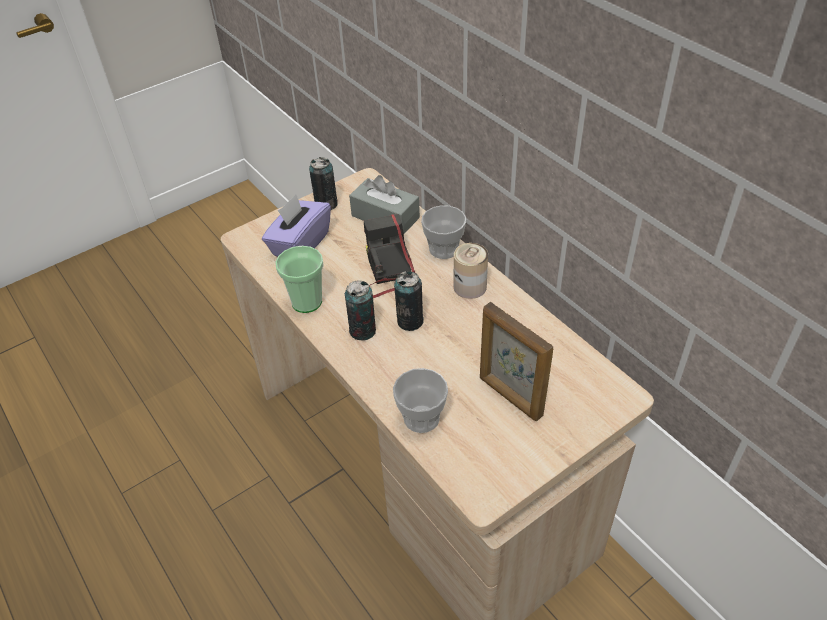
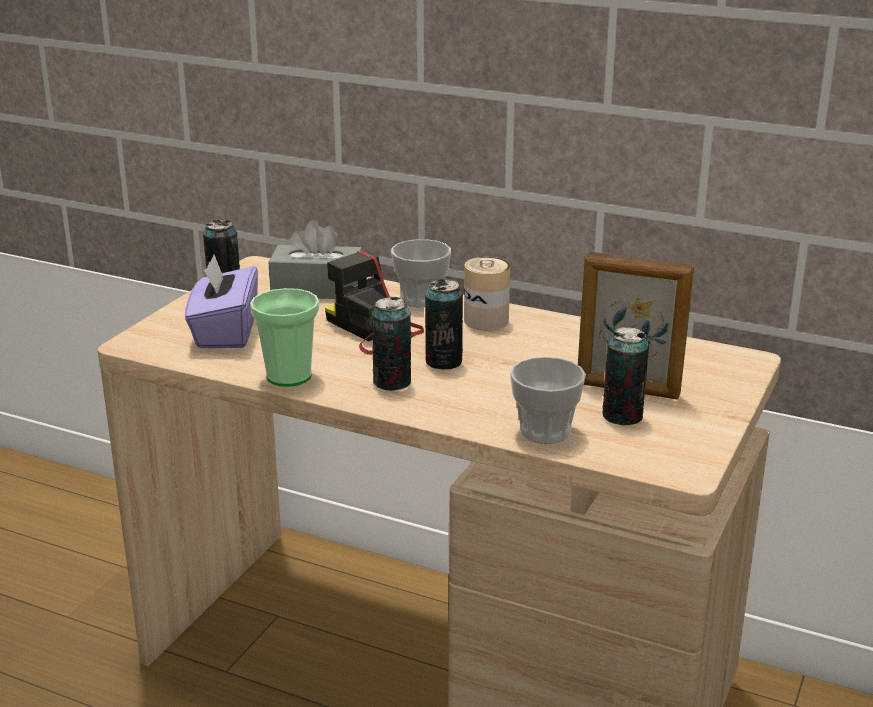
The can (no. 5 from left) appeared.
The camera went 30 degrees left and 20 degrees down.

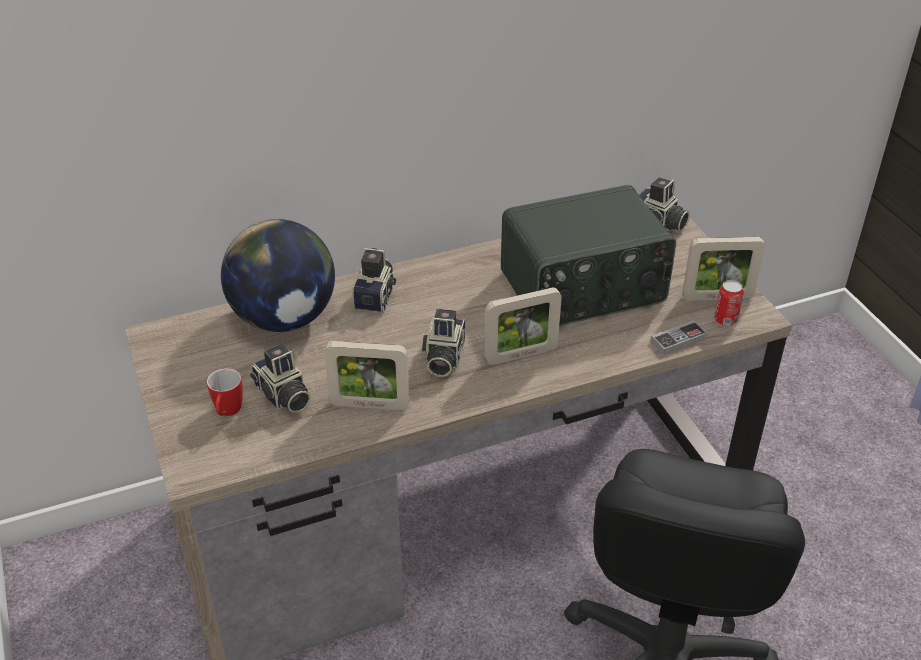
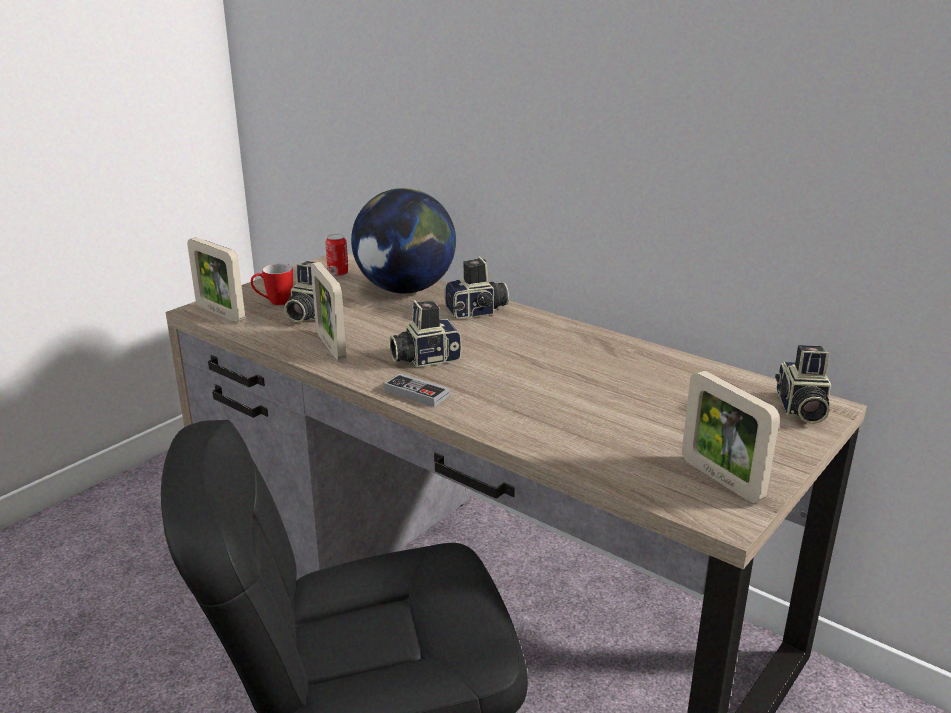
The picture_frame (no. 2 from left in the first image) moved.
The can moved.
The game_controller moved.
The radio disappeared.
The camera went 60 degrees right and 15 degrees down.

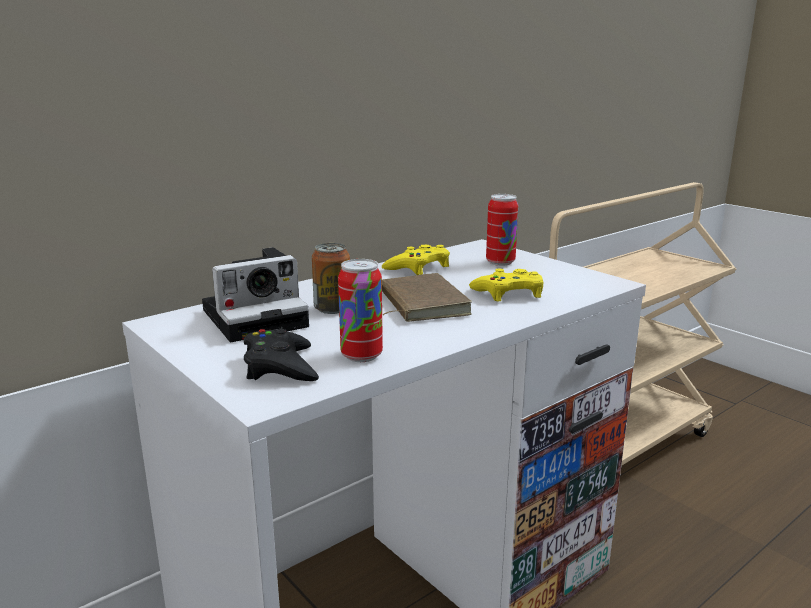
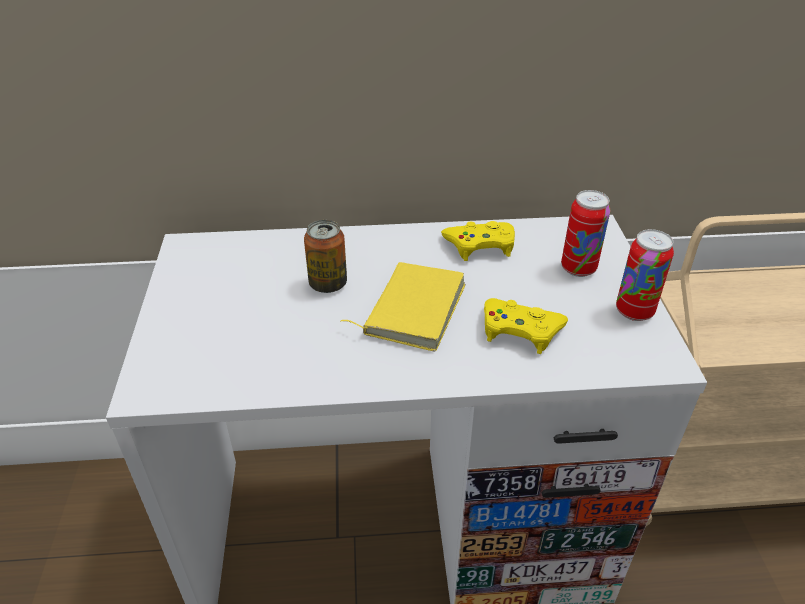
The brown_book became the yellow_book.
The can (no. 2 from left in the first image) moved.
The photo_camera disappeared.
The black_game_controller disappeared.
The camera went 35 degrees right and 20 degrees up.

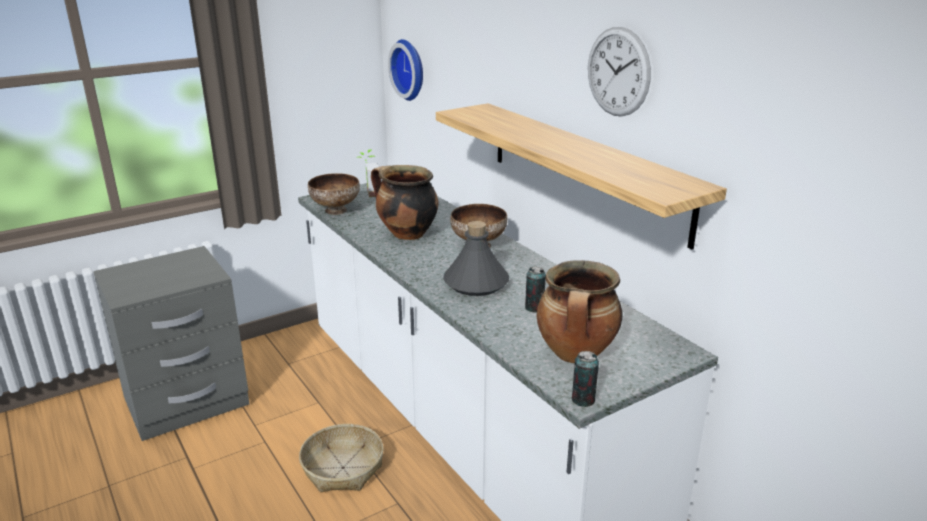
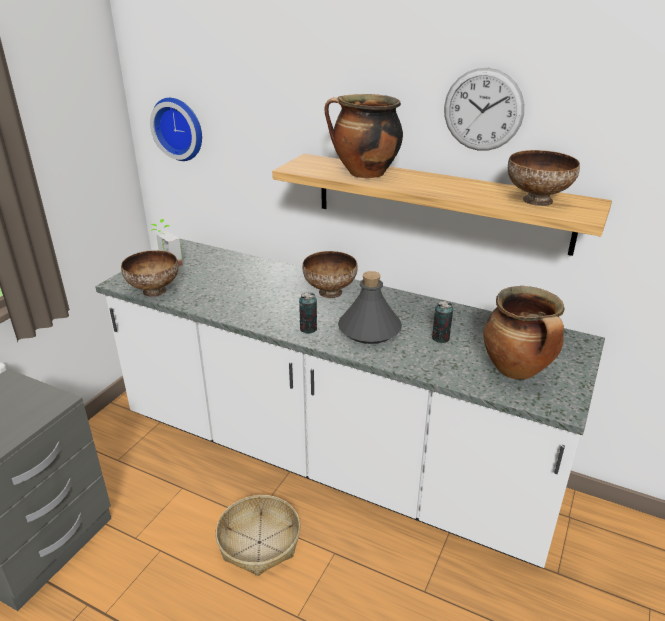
The can (no. 2 from left in the first image) moved.
The cooking_pot (no. 1 from left) moved.
The bowl (no. 3 from left) appeared.
The camera went 30 degrees left and 5 degrees up.

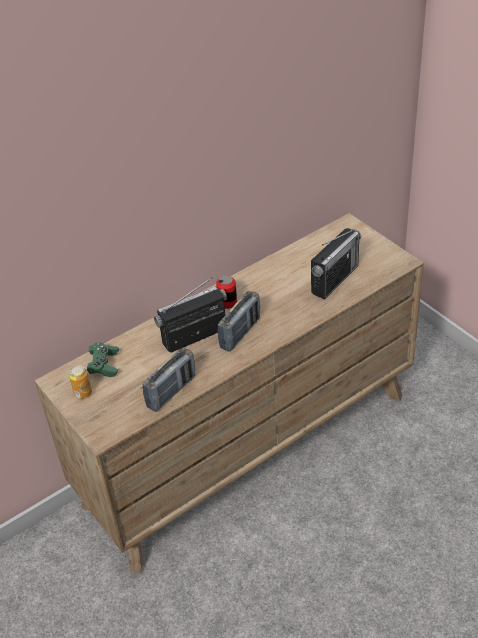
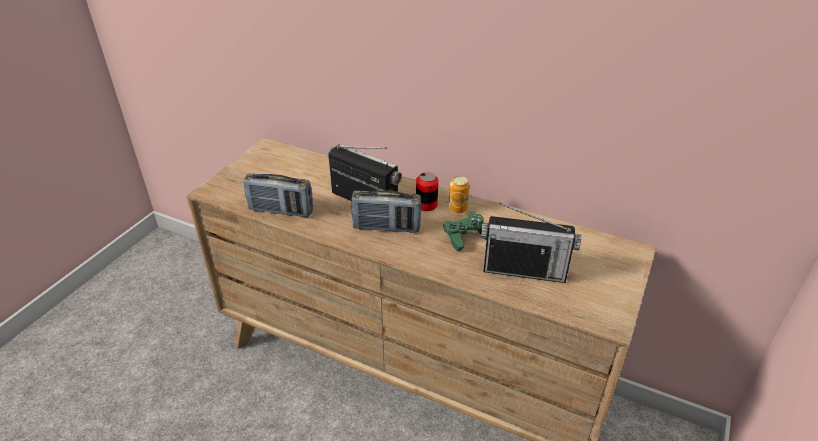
The green_game_controller moved.
The can (no. 1 from left in the first image) moved.
The camera went 60 degrees right and 5 degrees down.

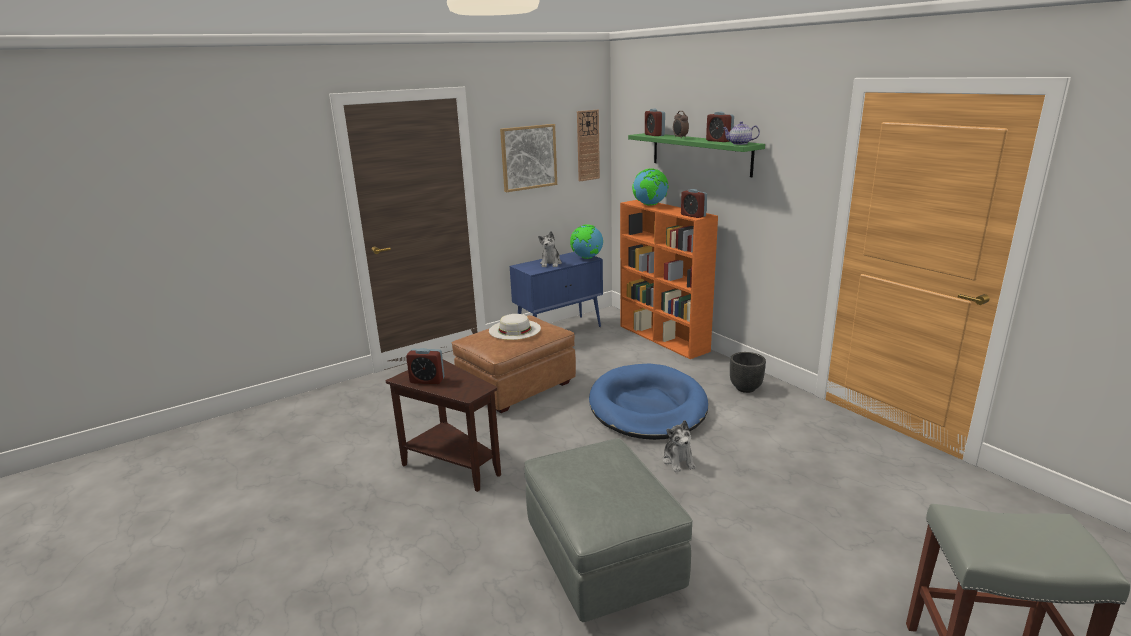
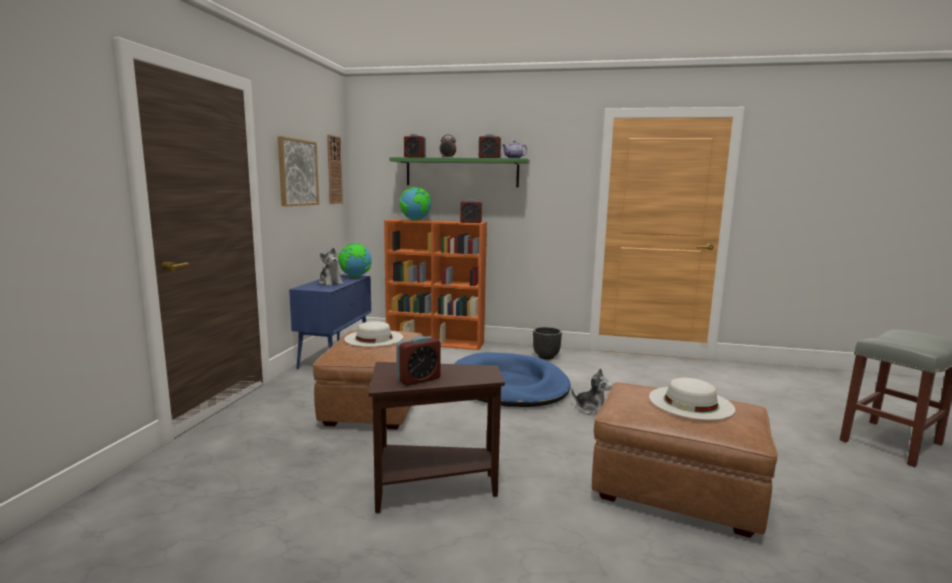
The grey_ottoman became the brown_ottoman (no. 2 from left).
The white_hat (no. 2 from left) appeared.
The camera went 45 degrees left and 10 degrees down.

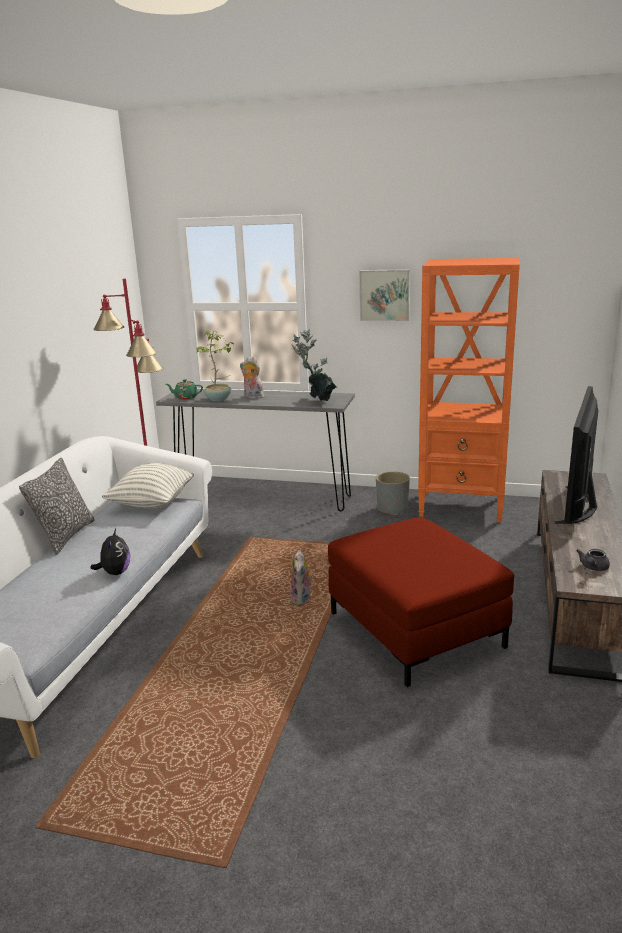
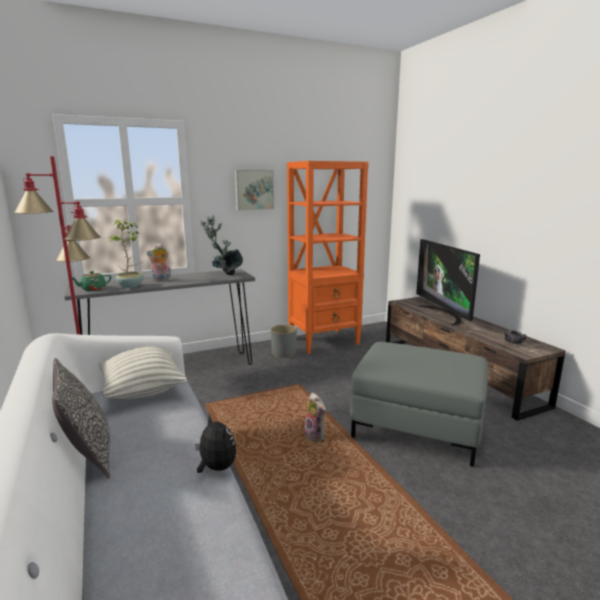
The red_ottoman became the grey_ottoman.
The camera went 40 degrees left and 5 degrees down.

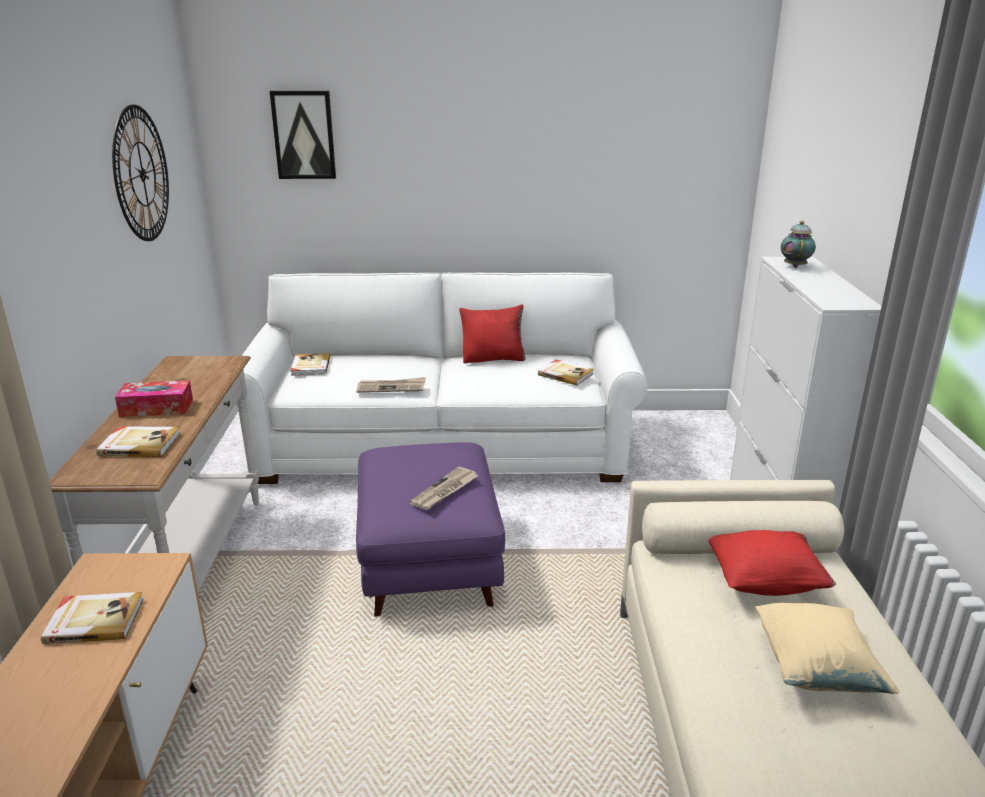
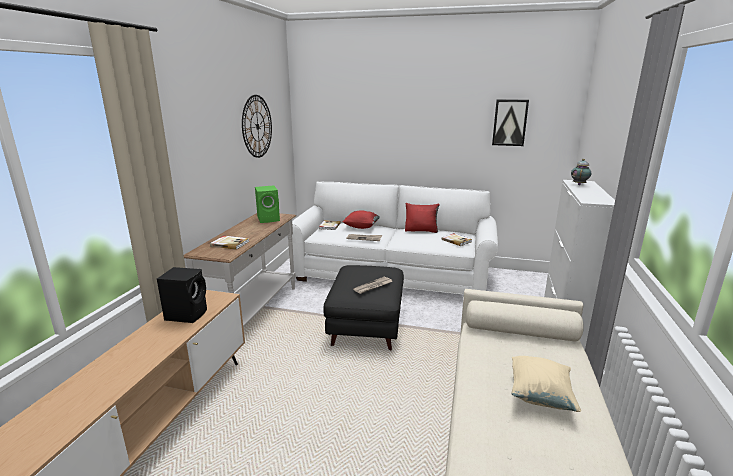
The book (no. 1 from left) was replaced by the black_speaker.
The green_speaker appeared.
The purple_ottoman became the black_ottoman.
The red_pillow (no. 2 from left in the first image) moved.
The picture moved.
The tissue_box disappeared.
The camera went 15 degrees right and 5 degrees down.

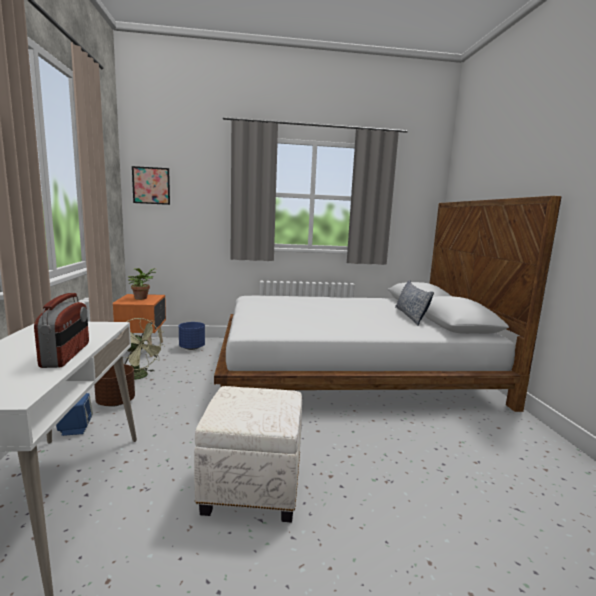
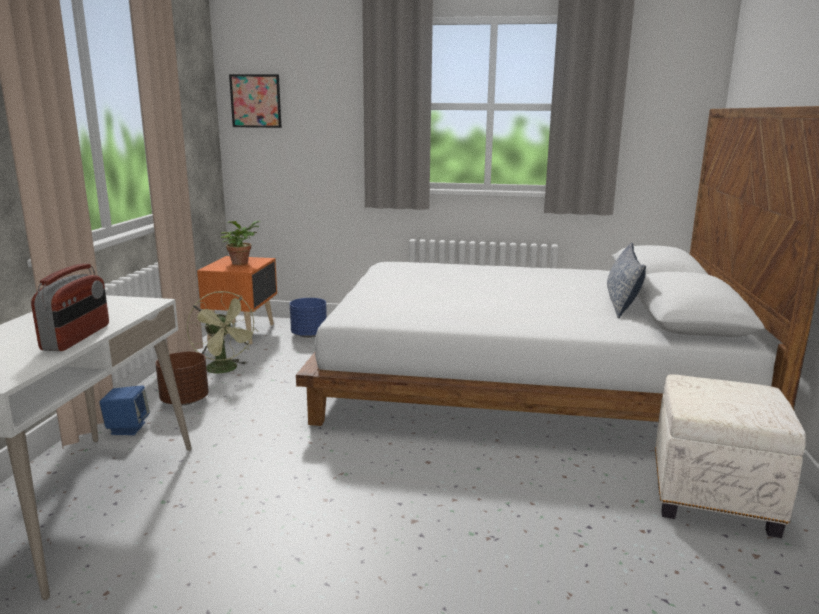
The white_ottoman moved.
The camera went 15 degrees right and 5 degrees up.

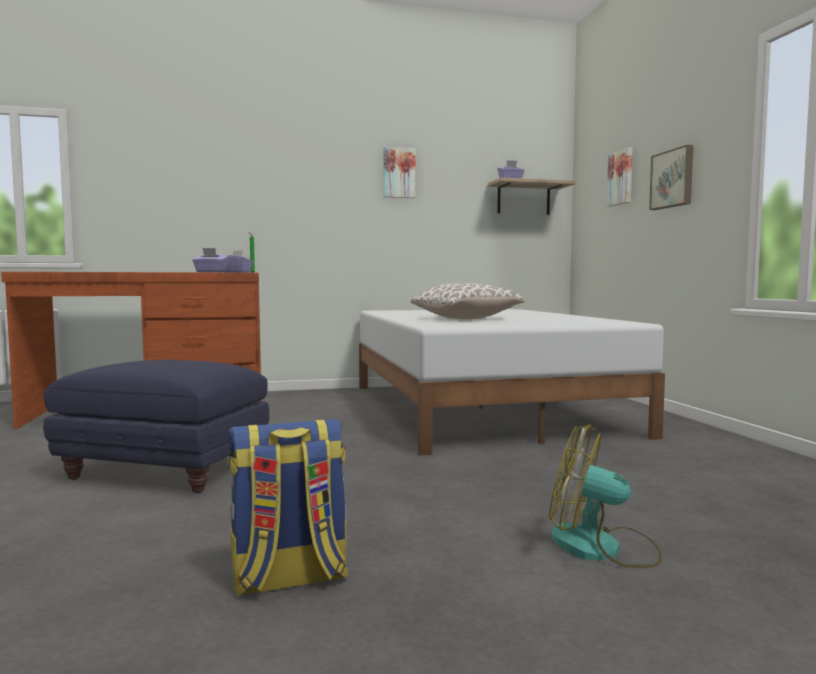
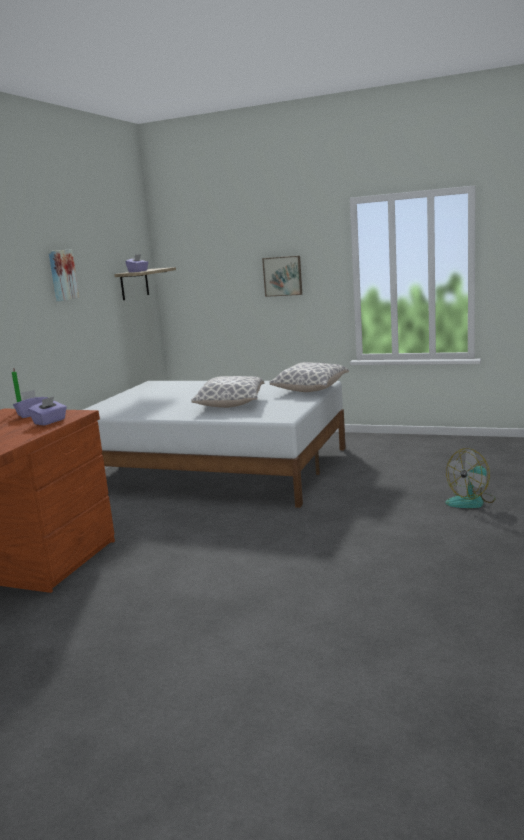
The pillow (no. 2 from left) appeared.
The blue_ottoman disappeared.
The backpack disappeared.
The picture (no. 2 from left) disappeared.
The camera went 55 degrees left and 10 degrees up.

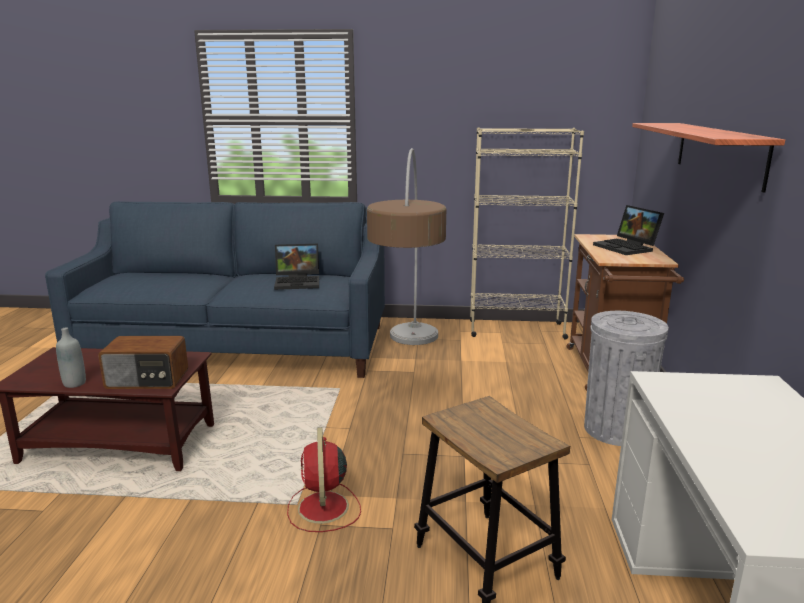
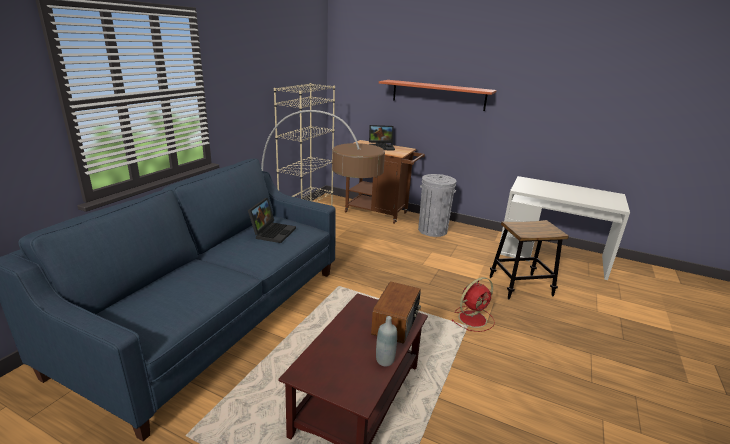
The red_fan turned 45 degrees counterclockwise.
The camera went 70 degrees left and 5 degrees up.

